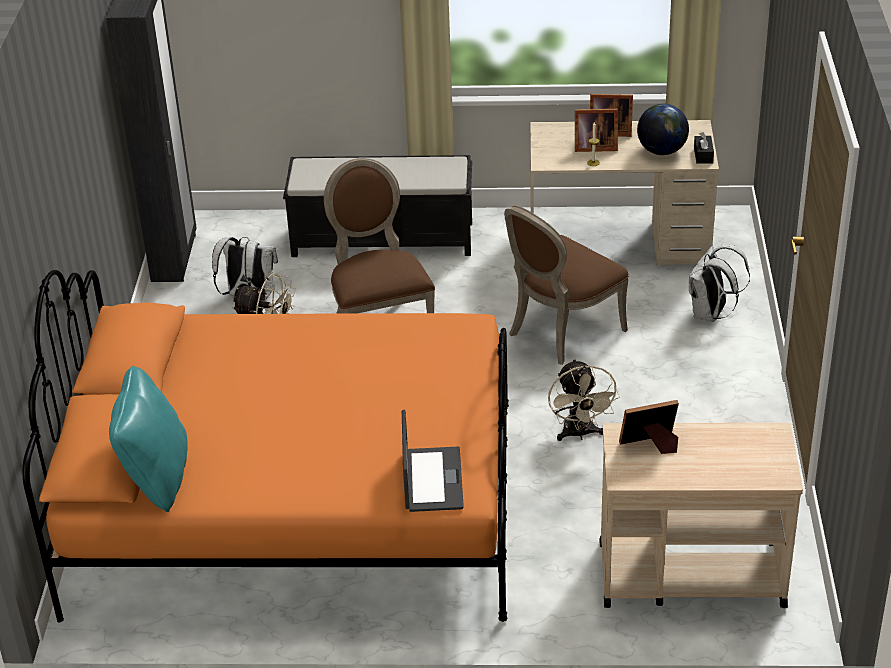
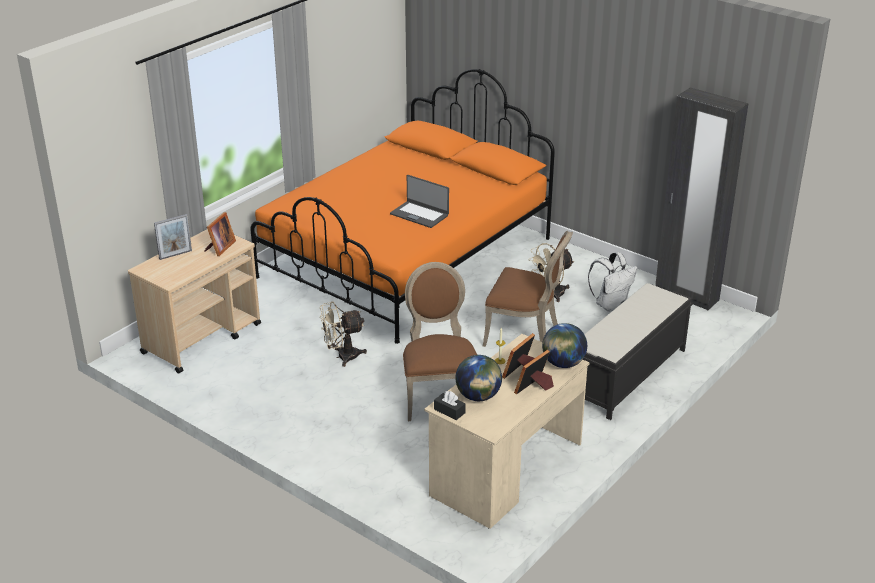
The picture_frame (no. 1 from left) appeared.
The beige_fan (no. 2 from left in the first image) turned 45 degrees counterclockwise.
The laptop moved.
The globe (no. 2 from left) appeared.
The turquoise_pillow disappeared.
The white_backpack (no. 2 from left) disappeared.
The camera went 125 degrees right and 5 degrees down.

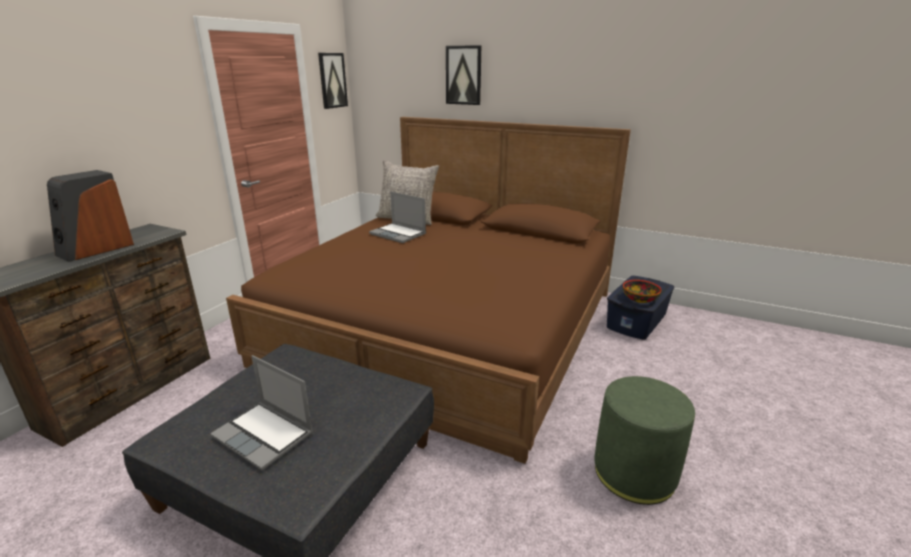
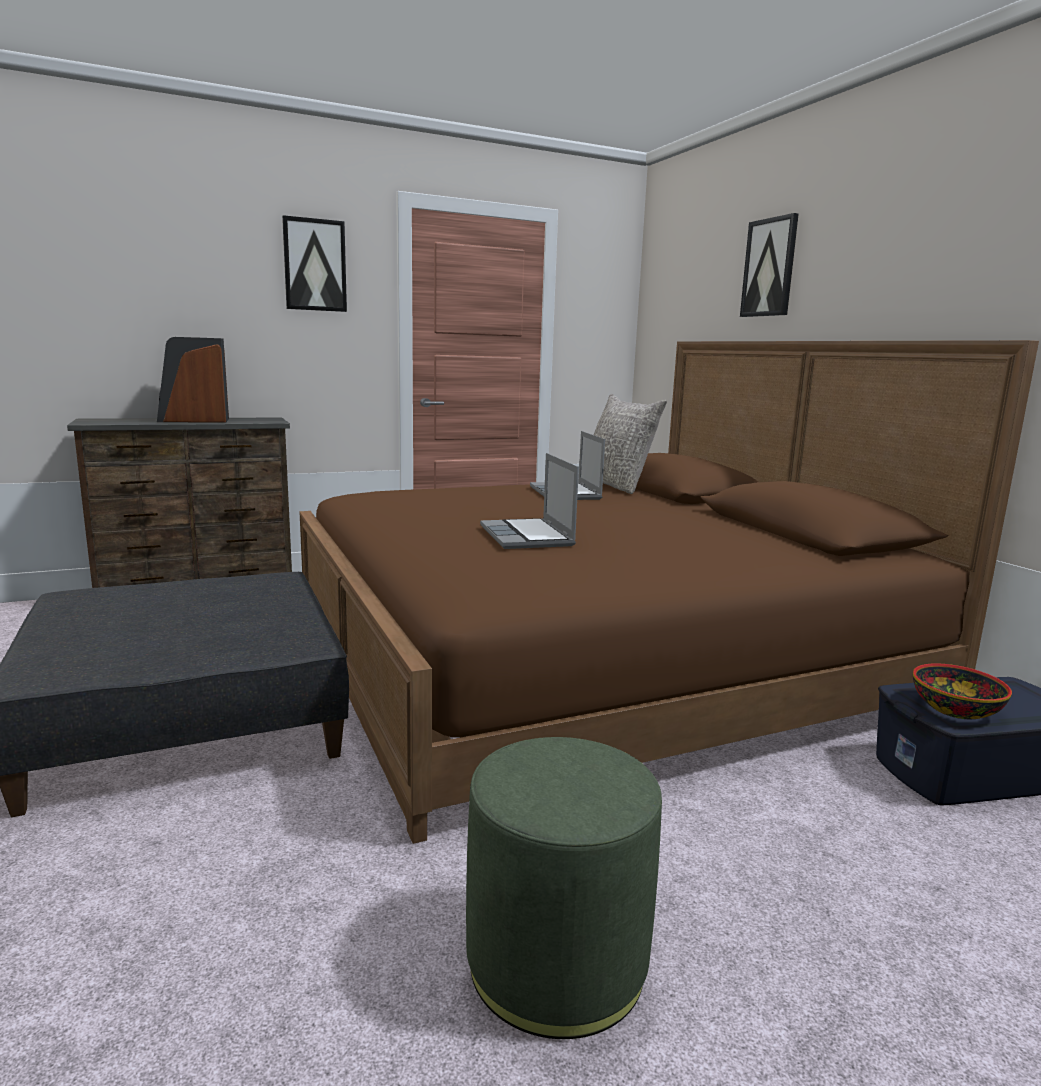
The picture (no. 1 from left) moved.
The laptop (no. 1 from left) moved.
The camera went 40 degrees right and 10 degrees down.

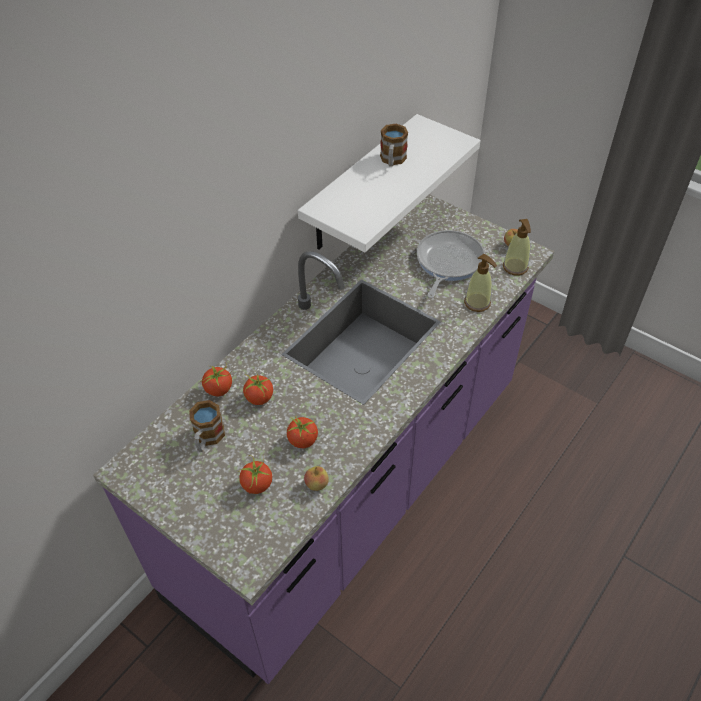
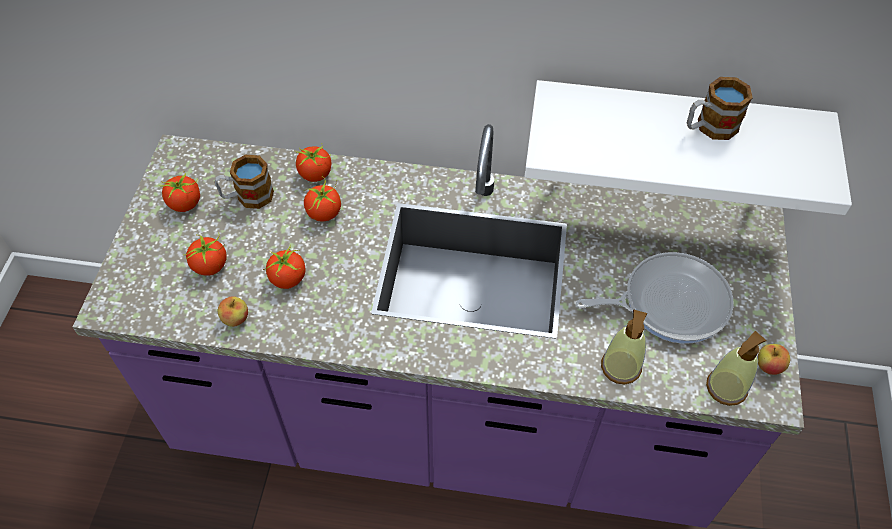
The tomato (no. 1 from left) appeared.
The camera went 60 degrees right and 5 degrees up.

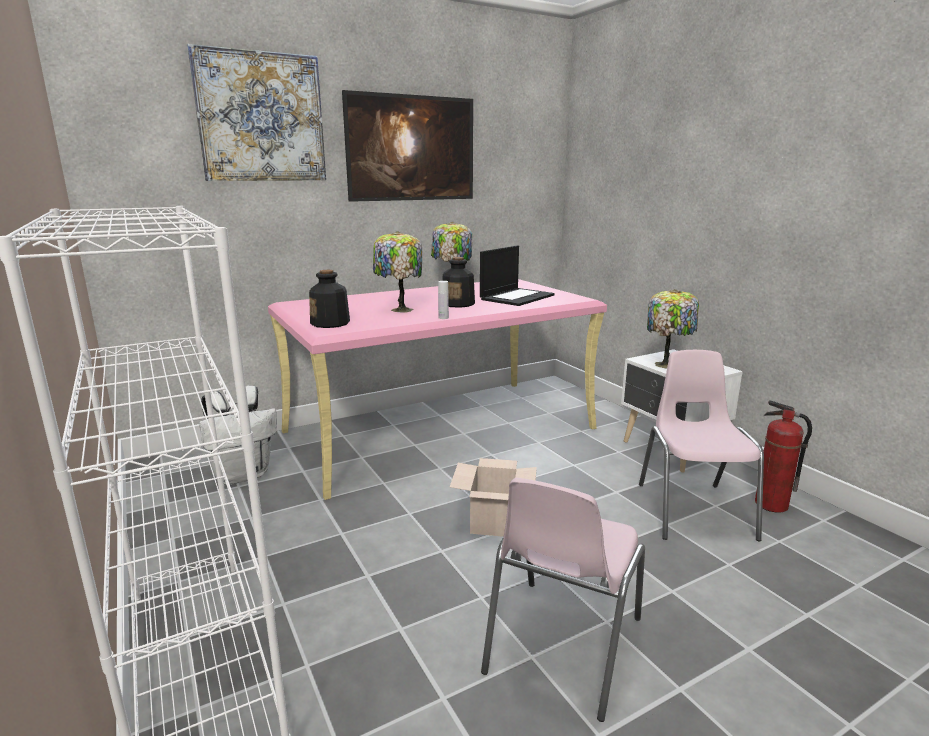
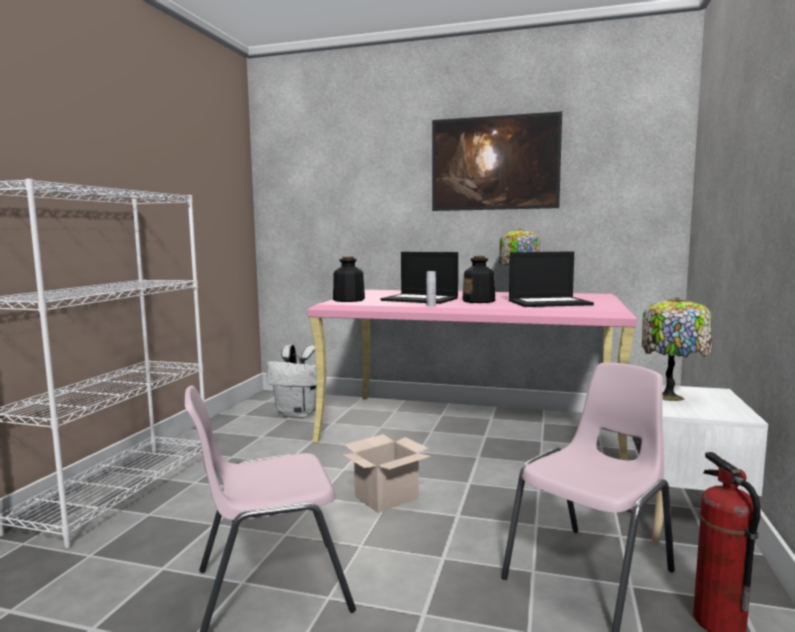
The table_lamp (no. 1 from left) was replaced by the laptop (no. 1 from left).
The picture (no. 1 from left) disappeared.
The camera went 45 degrees right and 10 degrees down.

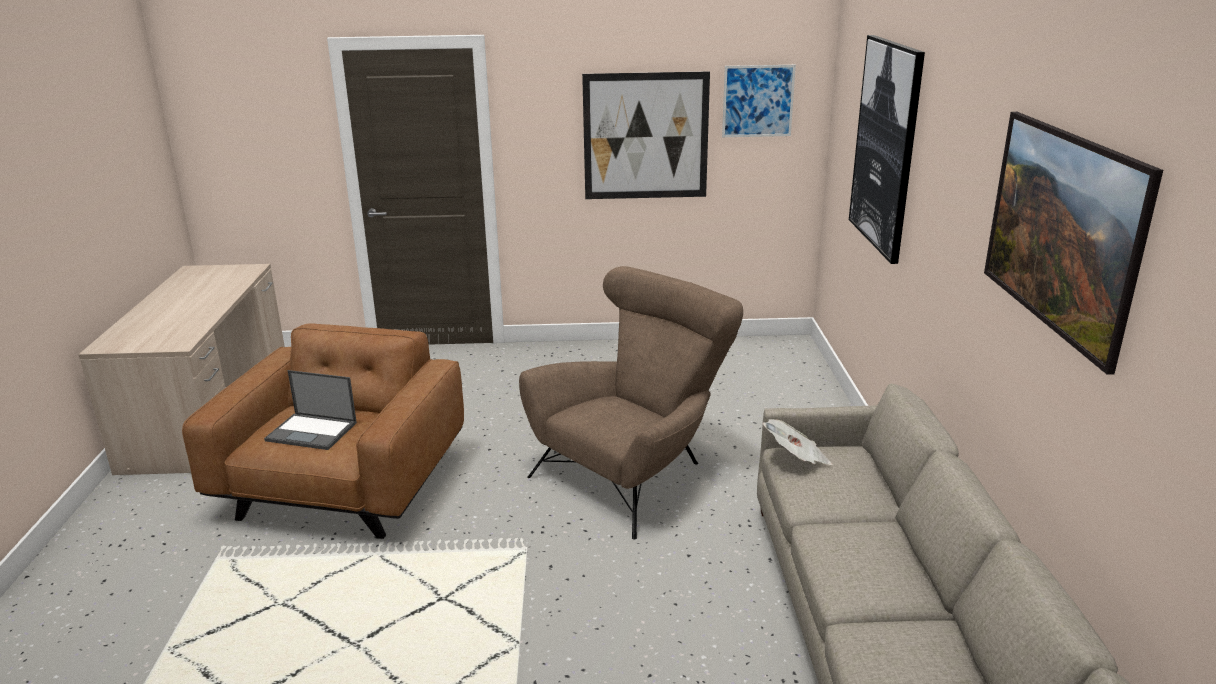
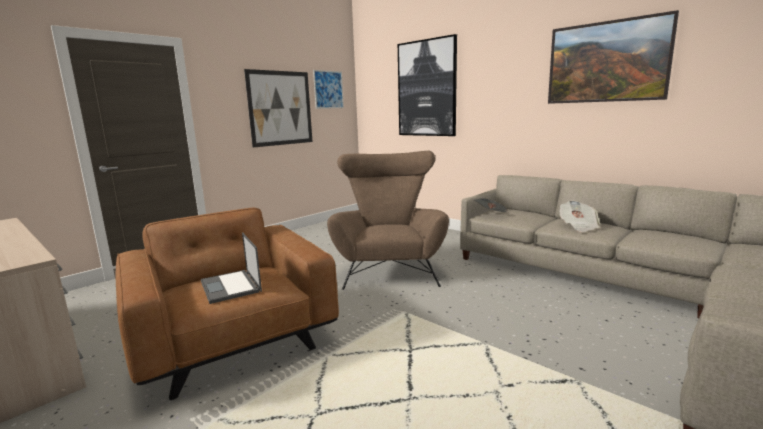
The laptop turned 90 degrees clockwise.
The newspaper (no. 2 from left) appeared.
The camera went 45 degrees left and 10 degrees down.

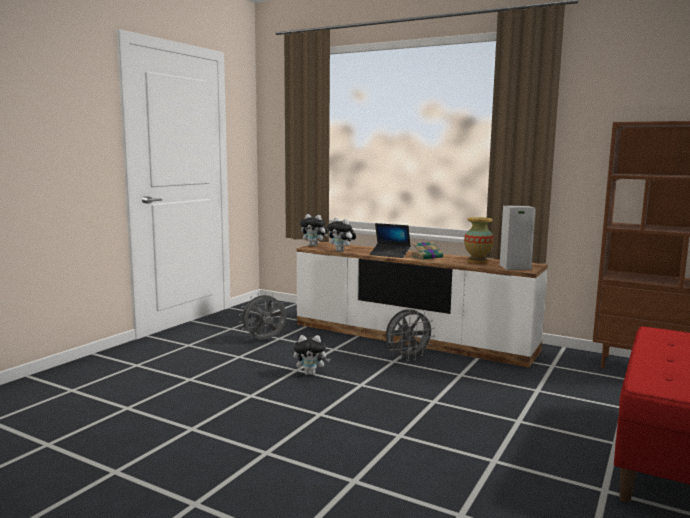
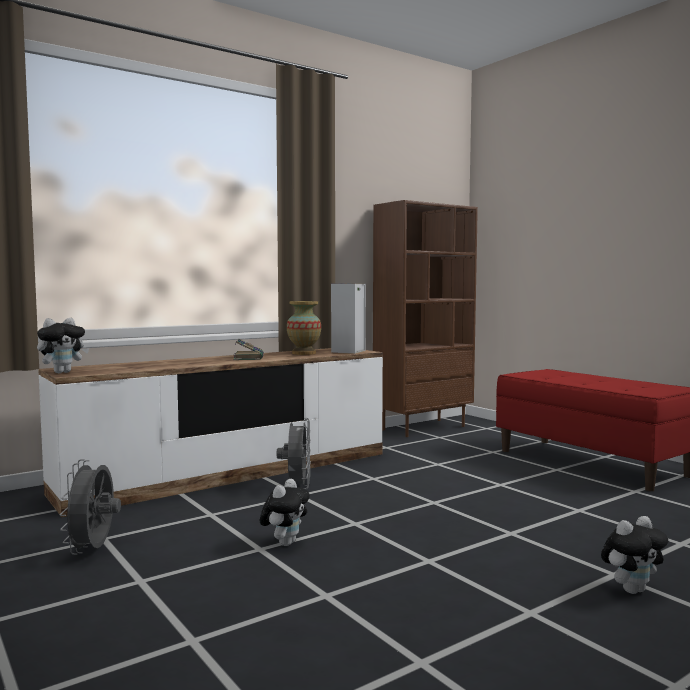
The plush_toy (no. 3 from left) moved.
The laptop disappeared.
The camera went 65 degrees left and 5 degrees down.

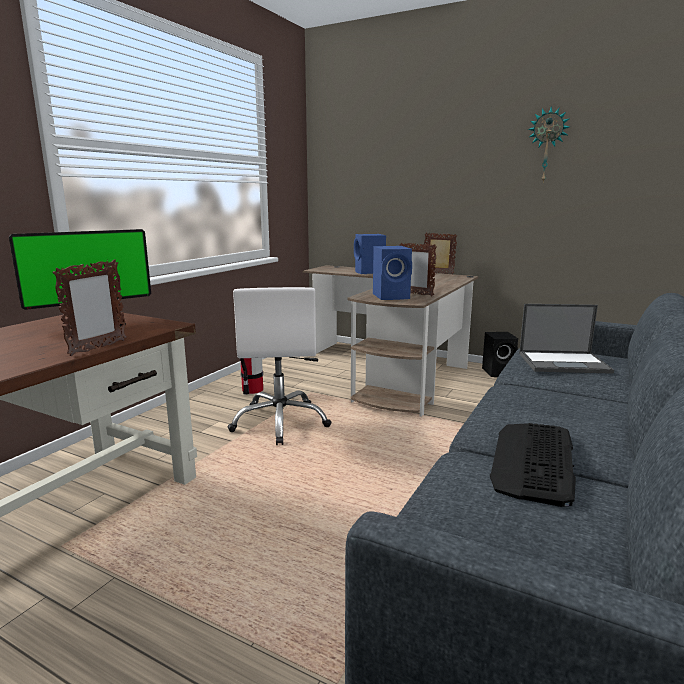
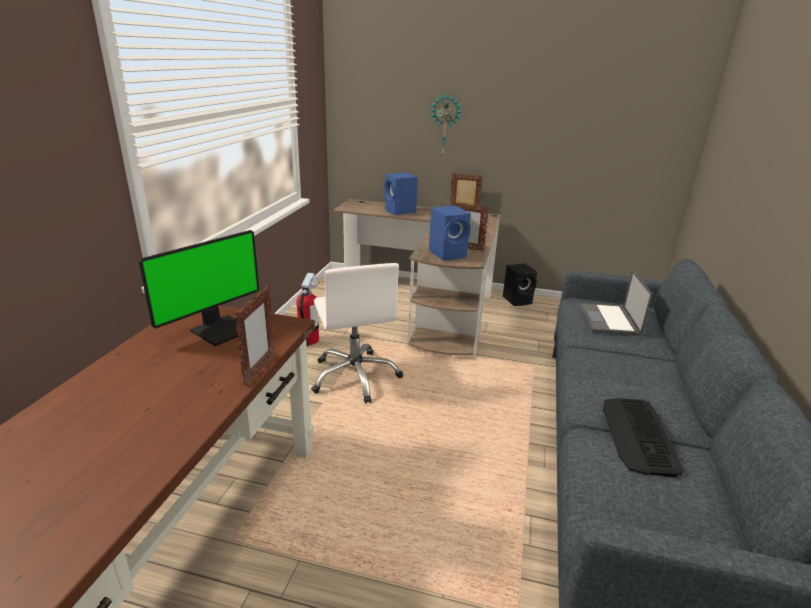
The wall_clock moved.
The laptop turned 105 degrees clockwise.
The camera went 15 degrees left and 10 degrees up.

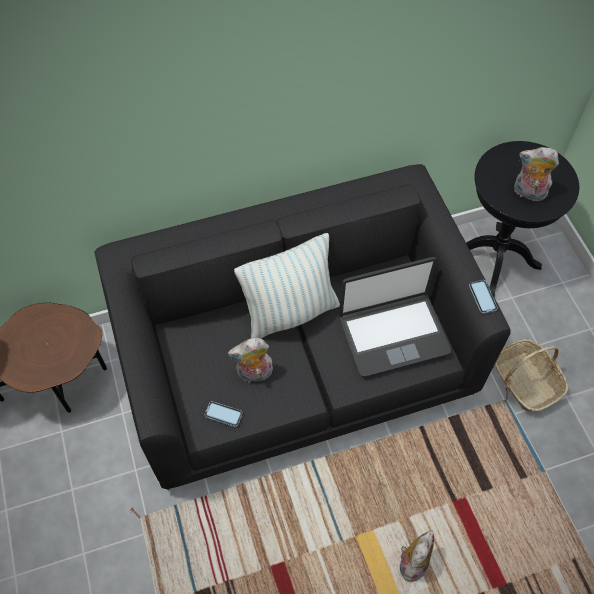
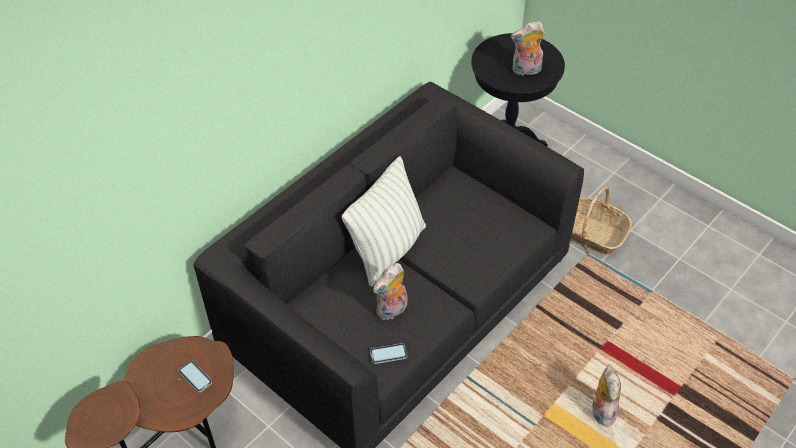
The phone (no. 2 from left in the first image) moved.
The laptop disappeared.
The camera went 30 degrees left and 10 degrees down.

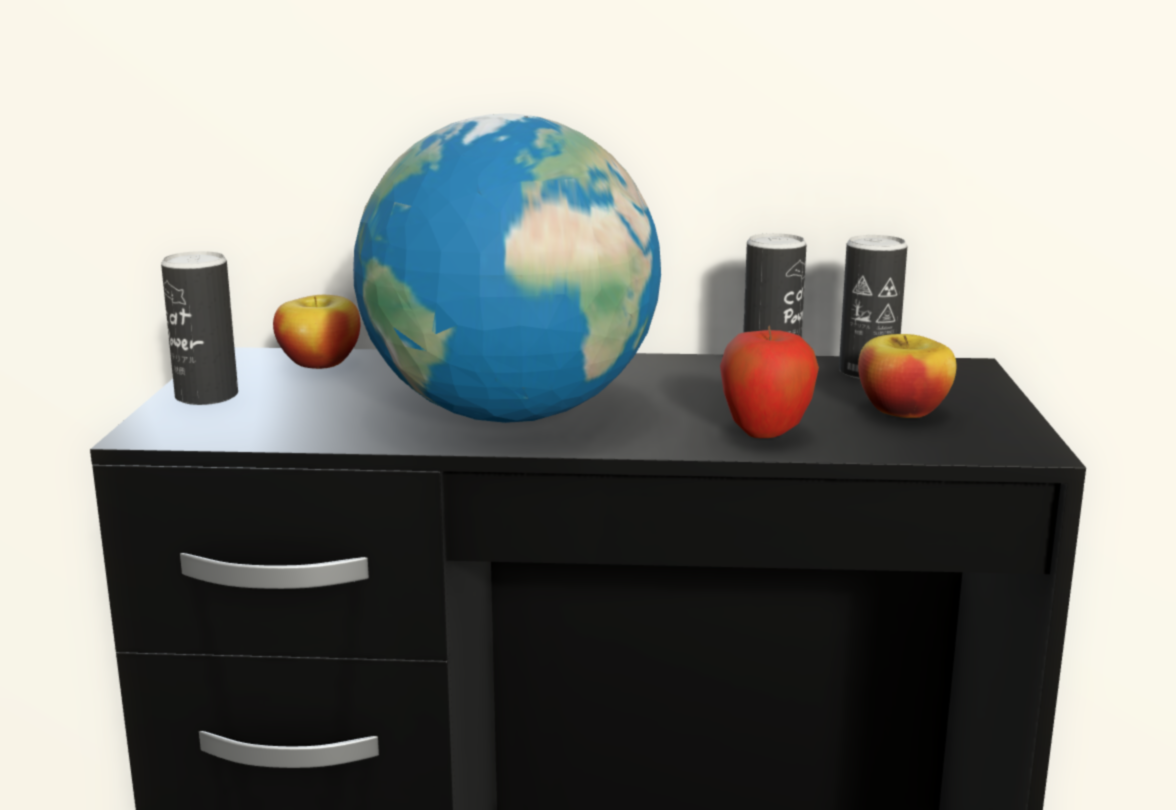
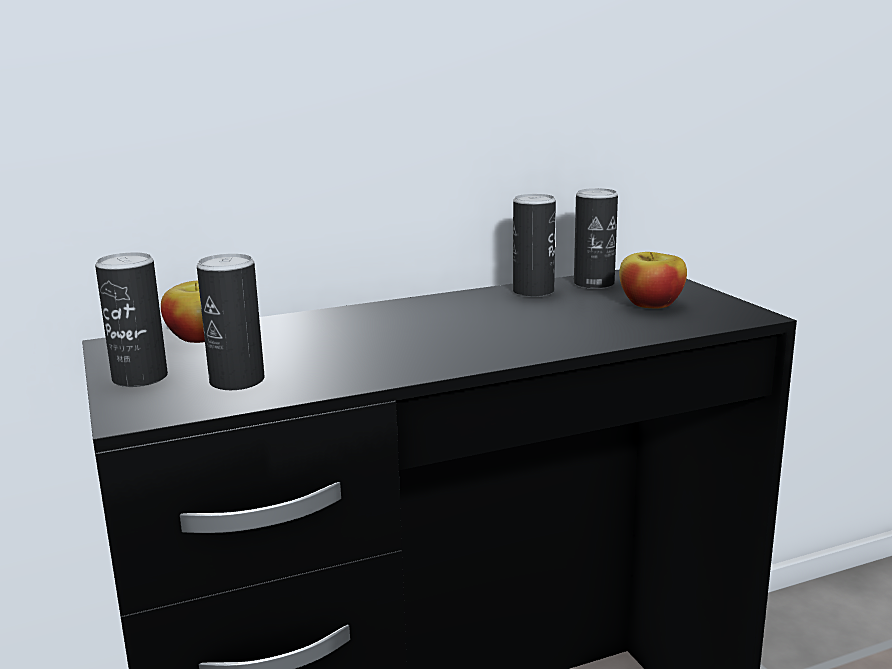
The can (no. 2 from left) appeared.
The globe disappeared.
The apple (no. 2 from left) disappeared.
The camera went 25 degrees left and 0 degrees up.

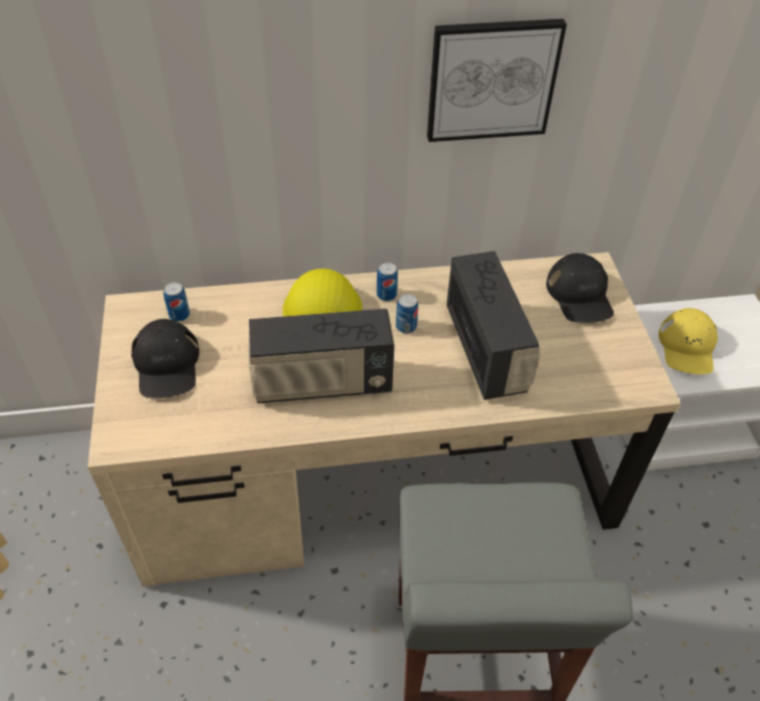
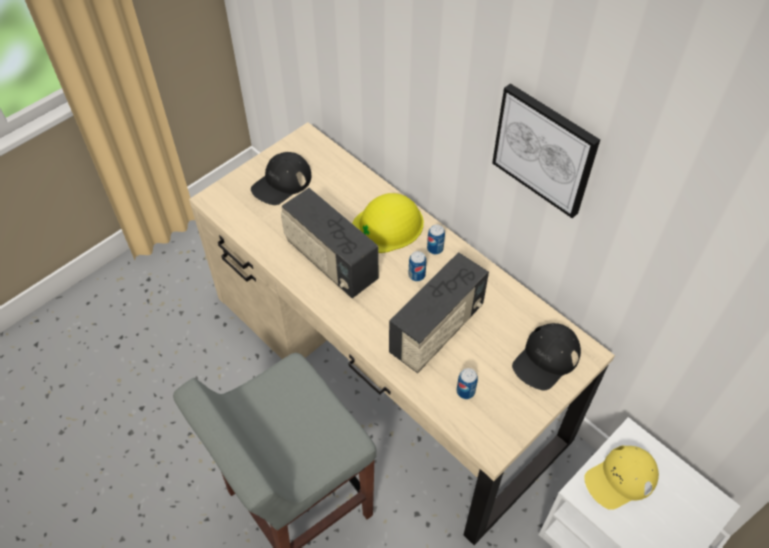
The can (no. 1 from left in the first image) moved.
The camera went 55 degrees right and 5 degrees up.

